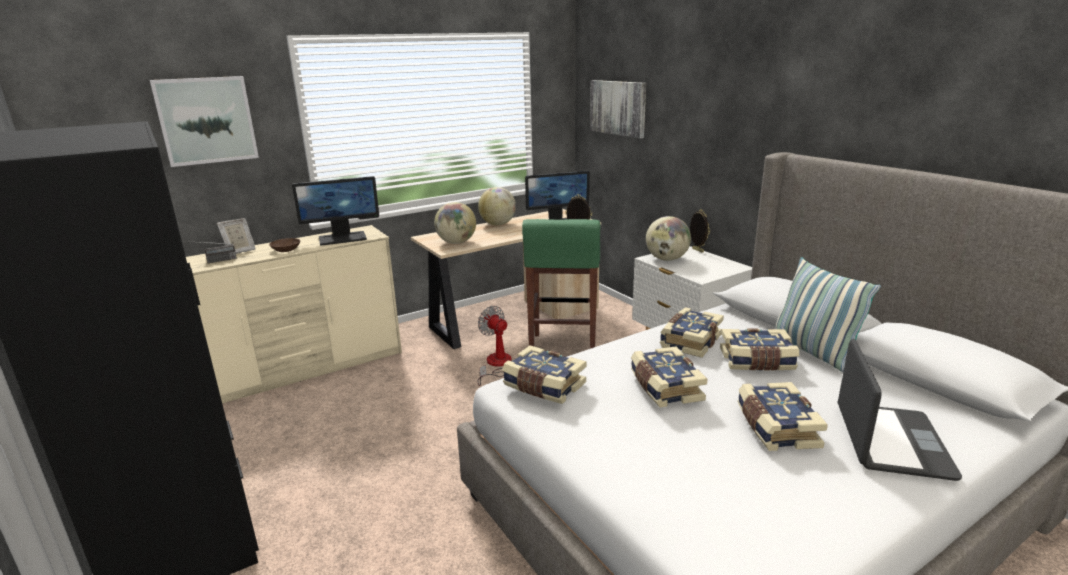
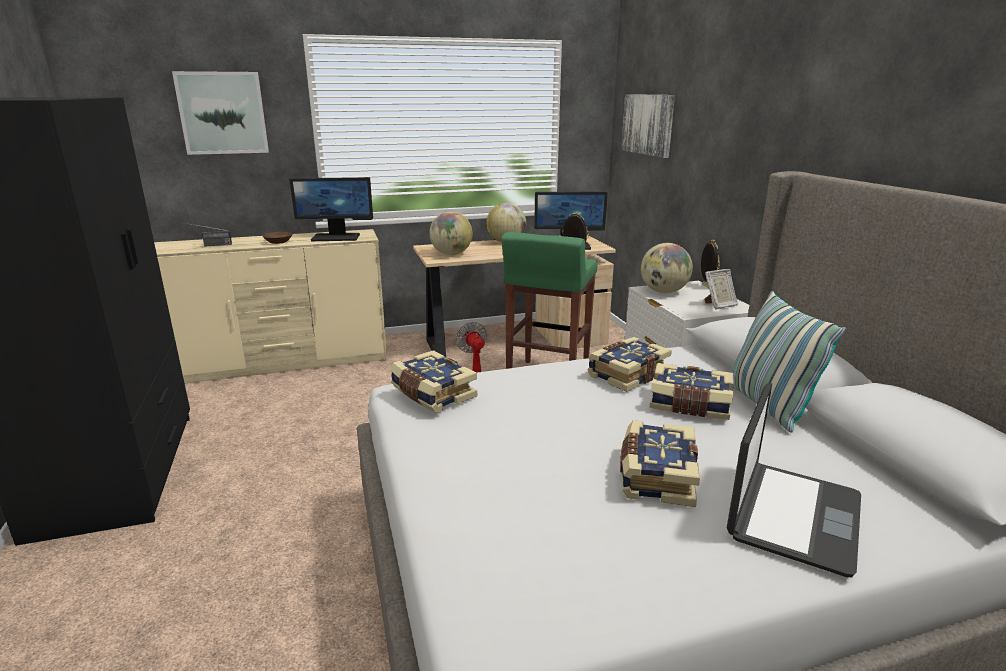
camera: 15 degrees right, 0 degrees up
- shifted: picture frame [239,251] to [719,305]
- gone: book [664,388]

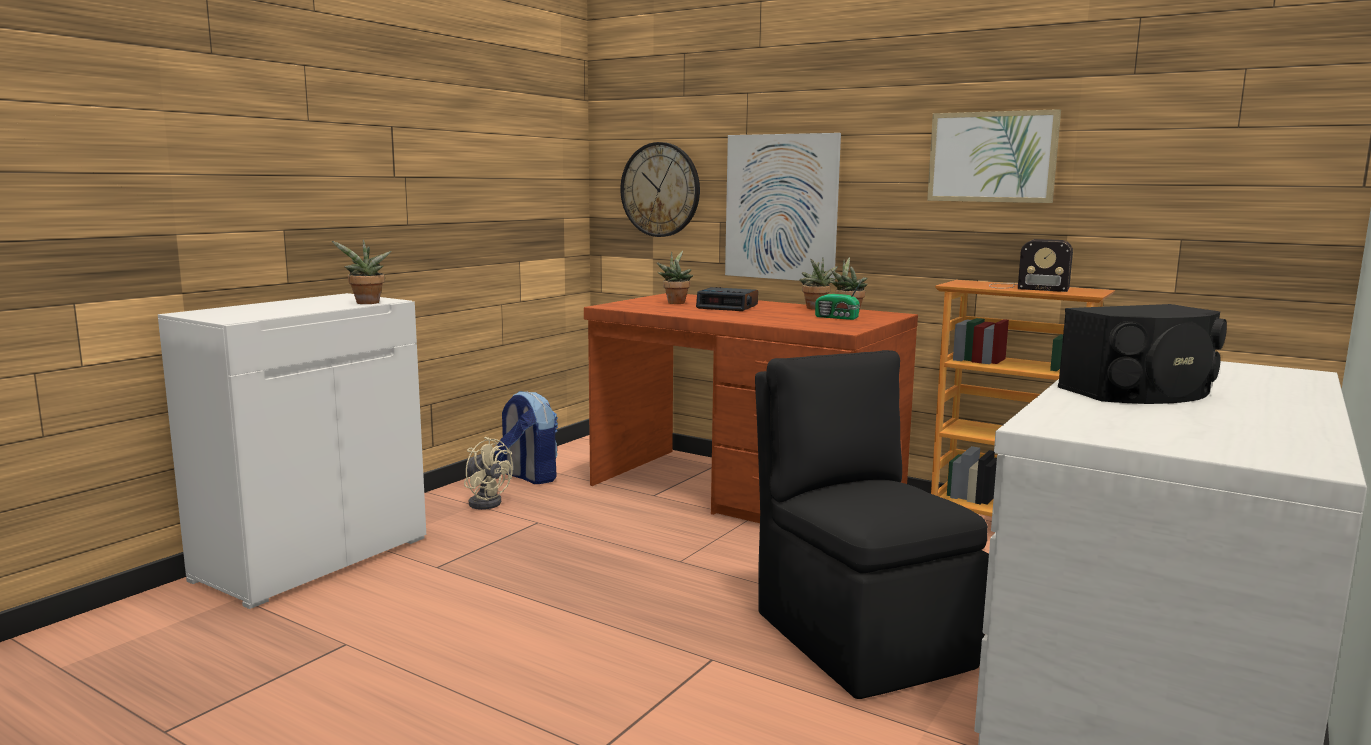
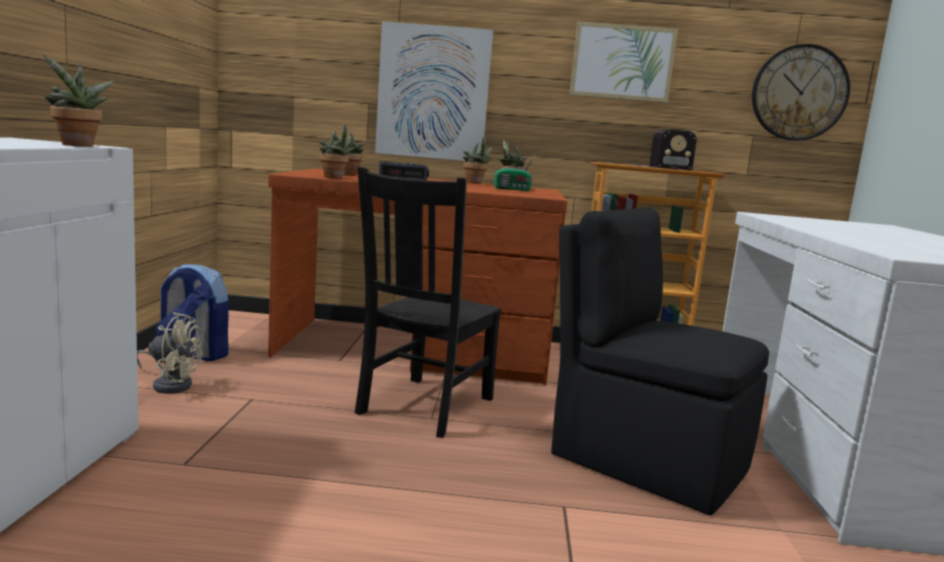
camera: 30 degrees left, 0 degrees up
- new: potted plant [335,178]
- new: black chair [423,407]
- shifted: wall clock [660,189] to [799,93]
- gone: black speaker [1142,392]

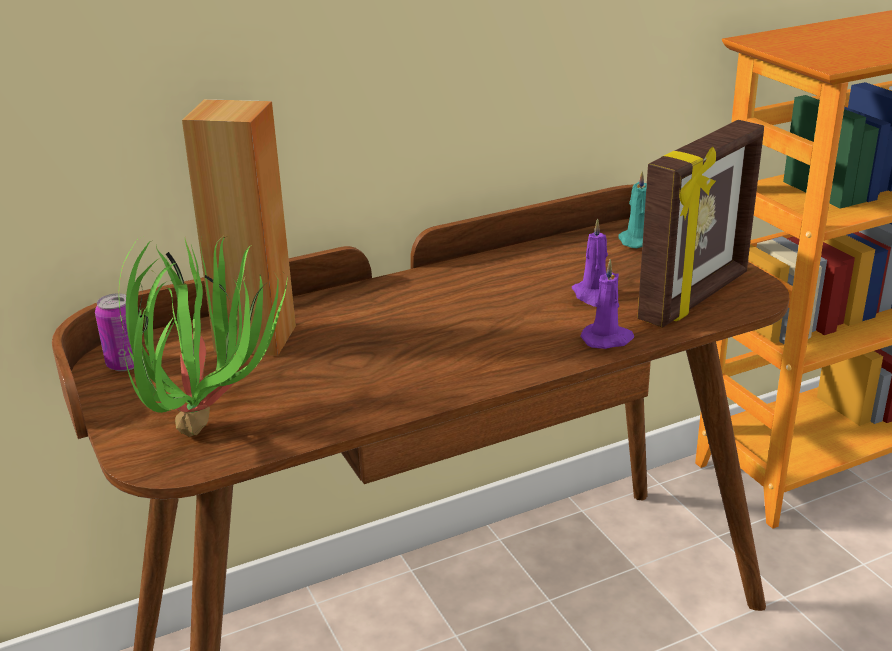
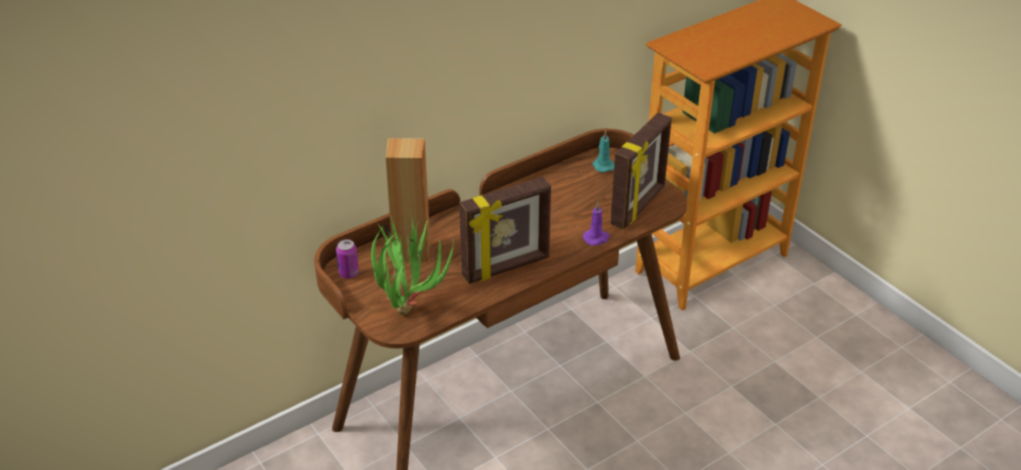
camera: 10 degrees left, 10 degrees up
- new: picture frame [506,267]
- gone: purple candle [594,295]

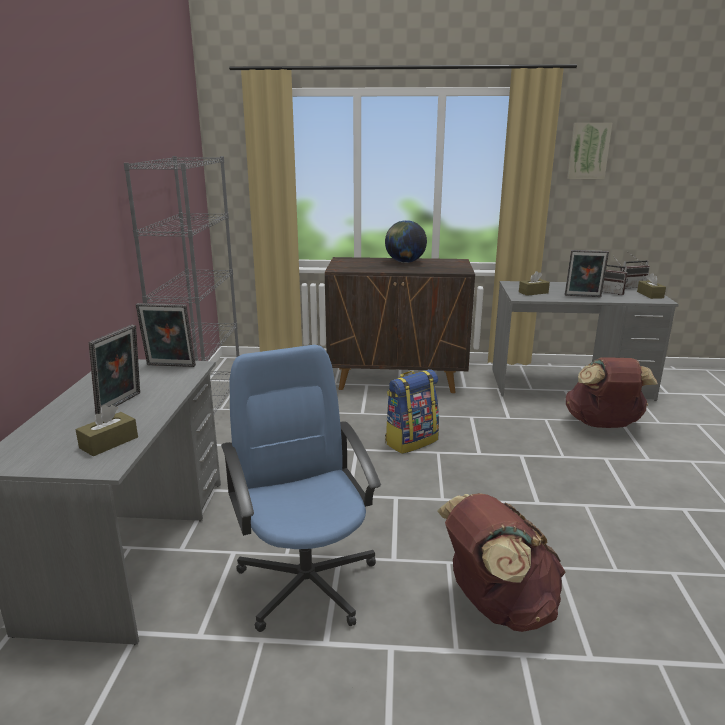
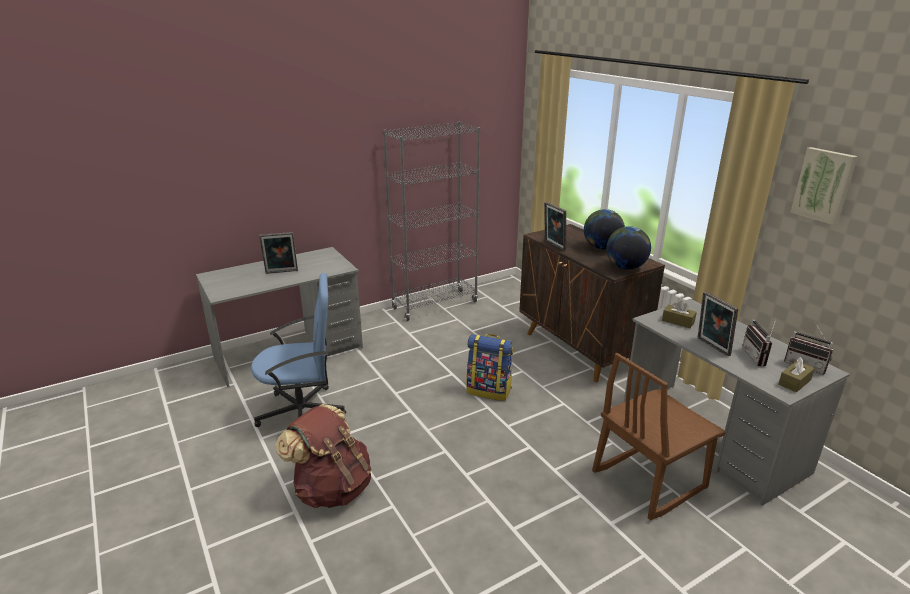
camera: 55 degrees right, 5 degrees up
- rotated: blue office chair [307,581] = [303,412] 45 degrees clockwise
- shifted: picture frame [170,366] to [553,246]
- swapped: brown backpack [603,425] to brown chair [648,479]
- new: globe [625,267]
- gone: brown tissue box [109,442]

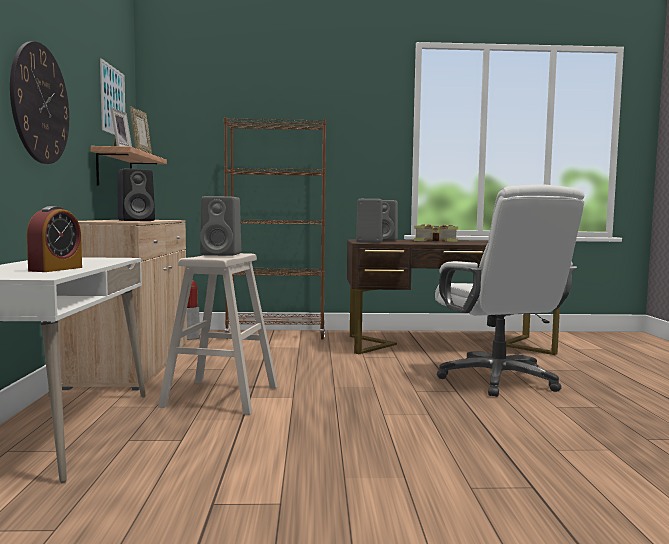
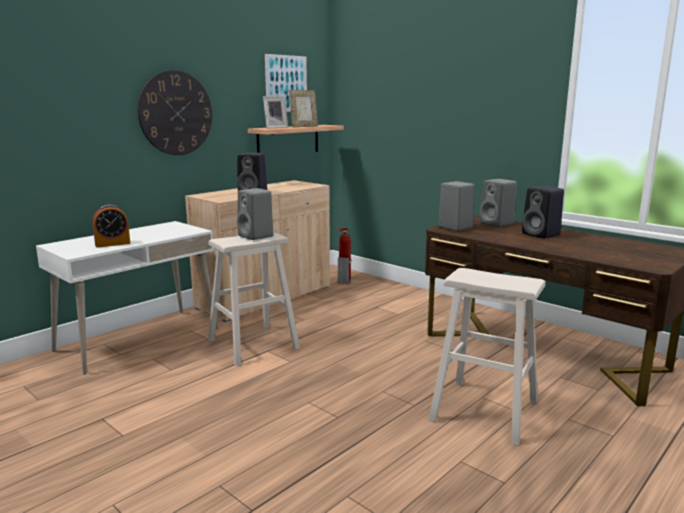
camera: 45 degrees right, 10 degrees up
- swapped: white office chair [499,380] to beige stool [484,410]
- swapped: book [436,241] to black speaker [542,234]
- gone: brown bookcase [276,335]

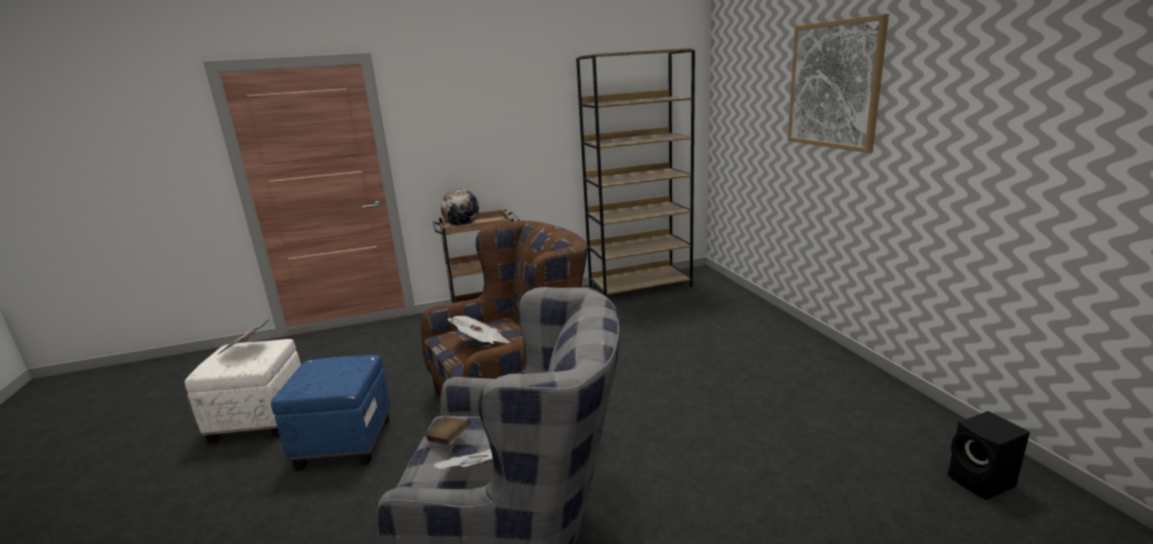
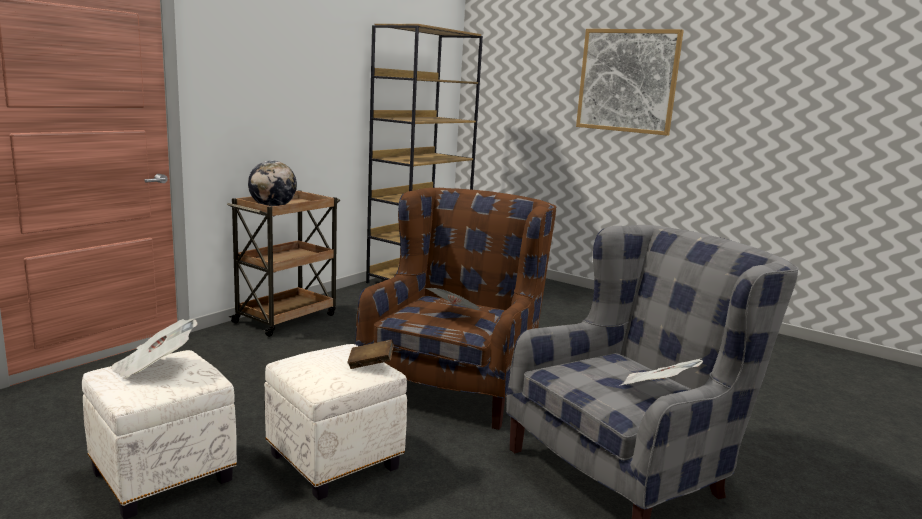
camera: 40 degrees left, 5 degrees down
- repainted: blue ottoman [345,443] to white ottoman [336,461]
- shifted: brown book [448,440] to [370,365]
- gone: black speaker [982,482]

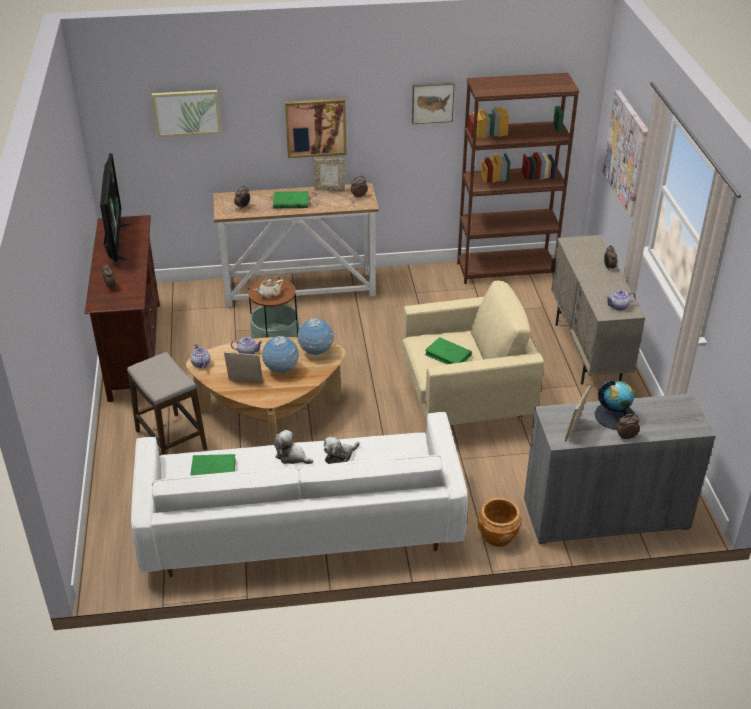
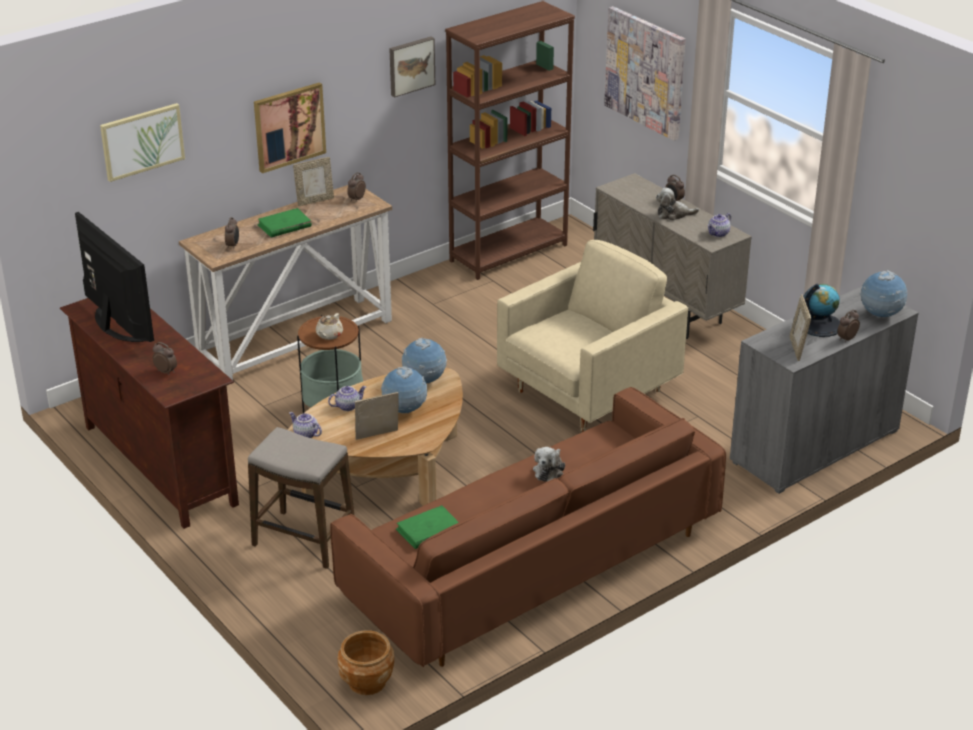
camera: 30 degrees left, 5 degrees down
- repainted: white sofa [300,524] to brown sofa [531,565]
- shifted: brown planter [497,536] to [367,682]
- shifted: plush toy [292,456] to [673,214]
- new: globe [880,316]
- gone: green book [448,355]

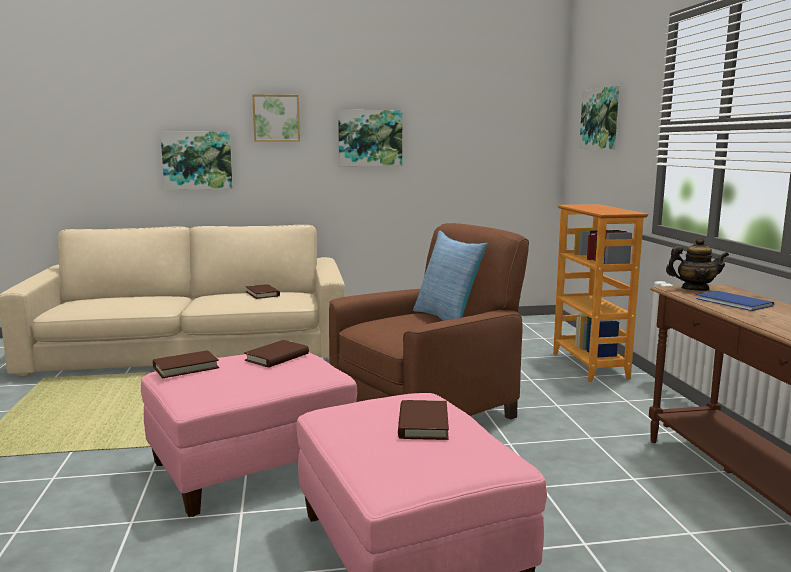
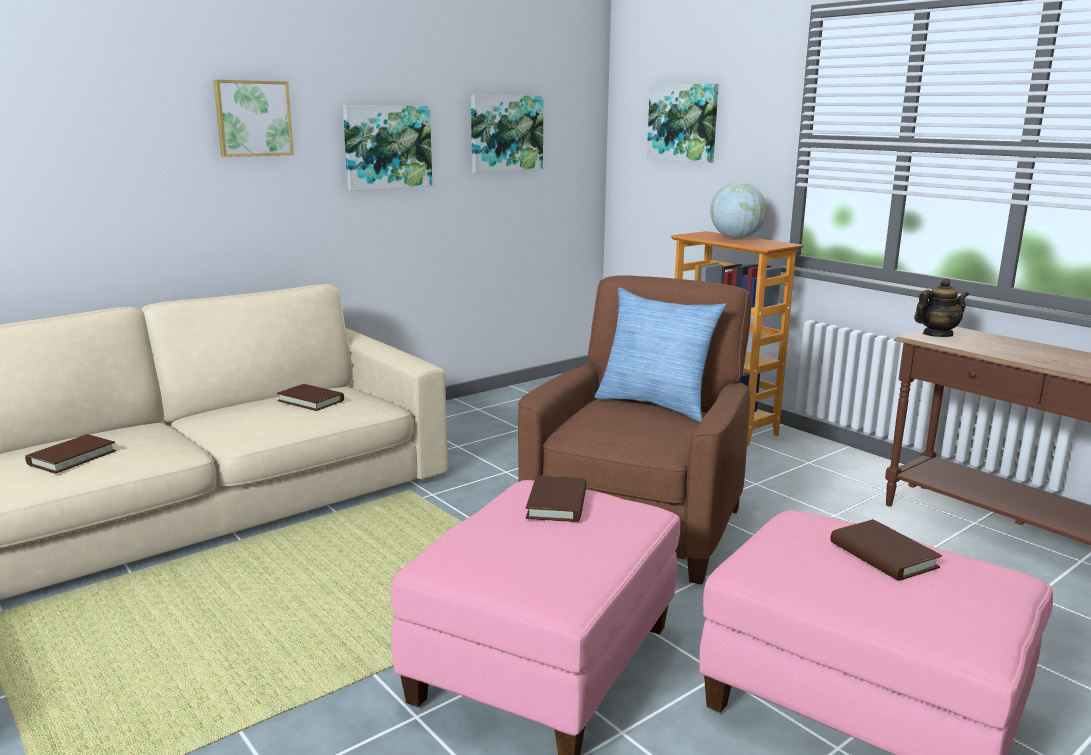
camera: 30 degrees left, 5 degrees up
- shifted: brown book [186,367] to [72,457]
- shifted: picture [197,160] to [506,133]
- new: globe [736,238]
- gone: blue book [734,302]

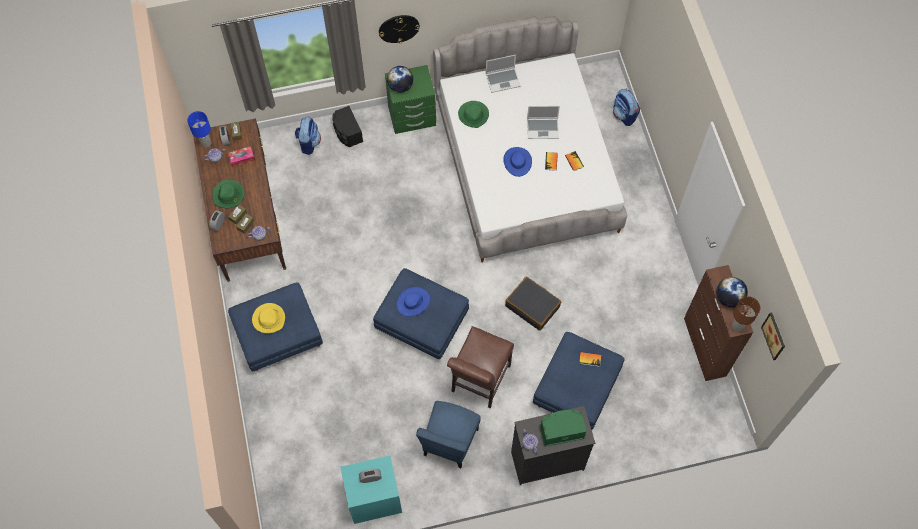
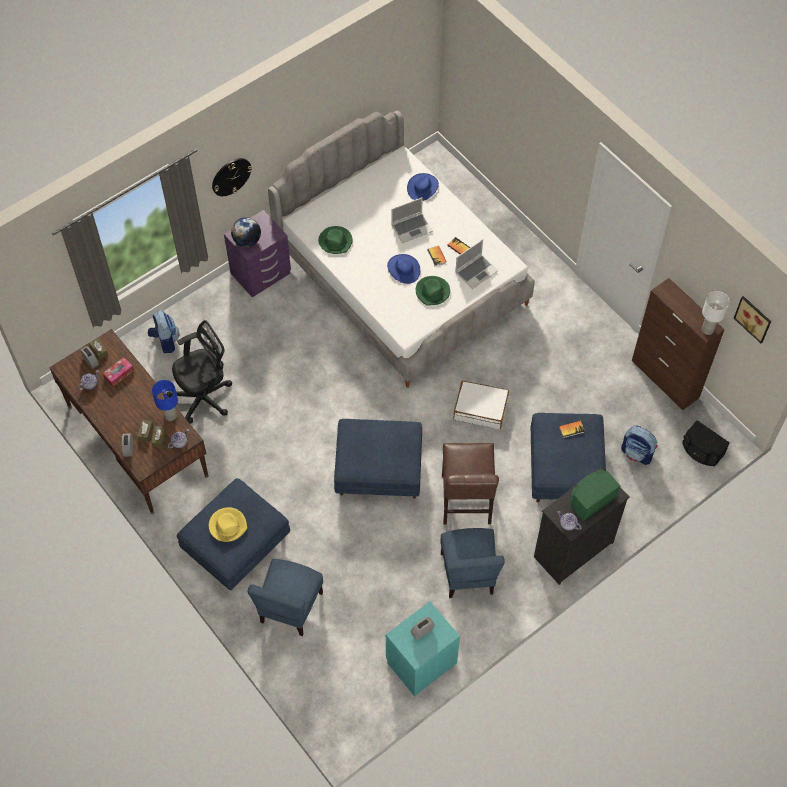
camera: 25 degrees left, 5 degrees down
- shifted: blue table lamp [206,143] to [170,416]
- new: black office chair [204,397]
- repainted: green nightstand [412,117] to purple nightstand [261,274]
- new: blue chair [290,607]
- shifted: blue hat [413,302] to [422,187]
- shifted: green hat [228,195] to [432,292]
- repainted: black suitcase [532,306] to white suitcase [480,409]
- shifted: laptop [503,80] to [476,271]
- shifted: backpack [624,115] to [637,453]
- shifted: black speaker [347,132] to [701,451]
- repainted: brown table lamp [737,326] to white table lamp [707,330]
- gone: globe [728,298]

